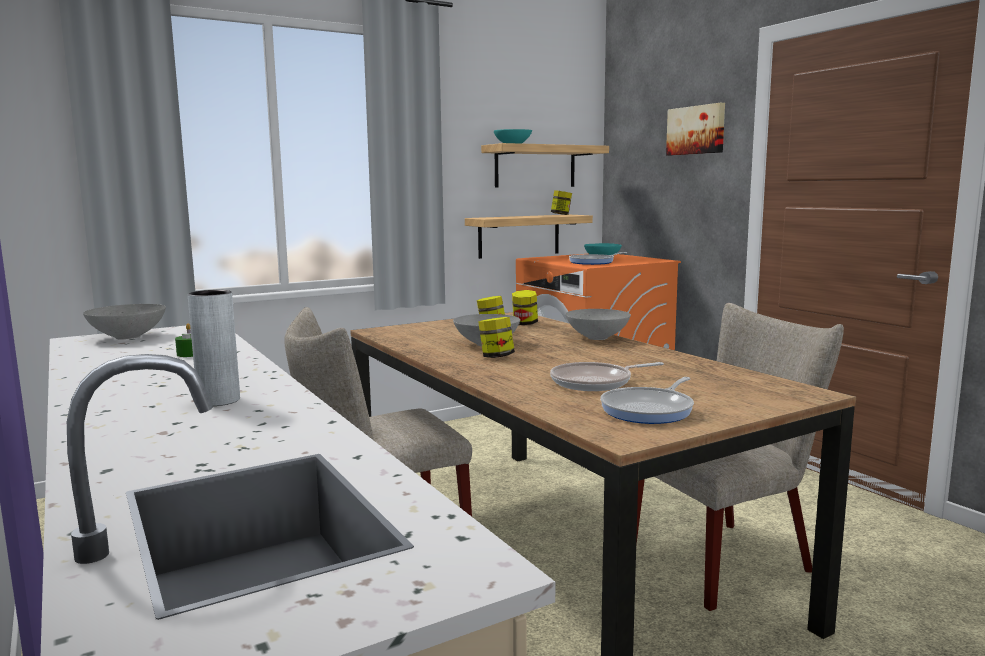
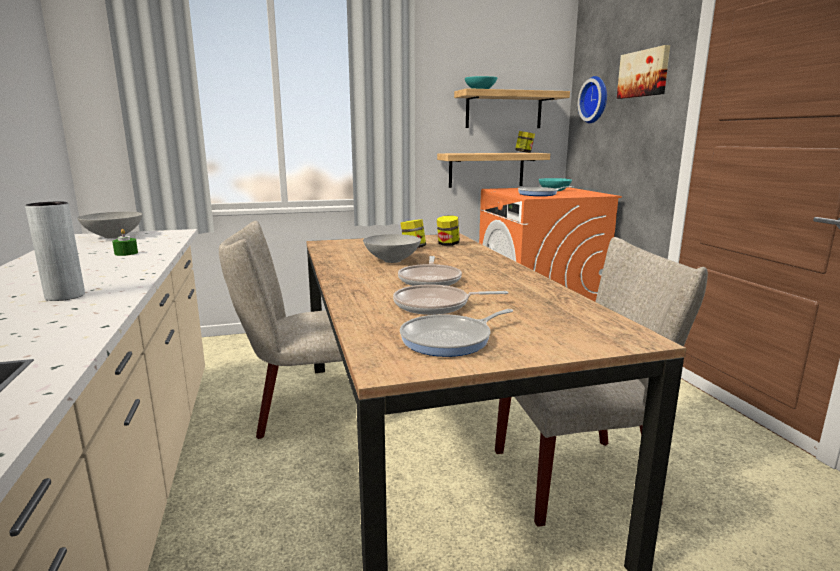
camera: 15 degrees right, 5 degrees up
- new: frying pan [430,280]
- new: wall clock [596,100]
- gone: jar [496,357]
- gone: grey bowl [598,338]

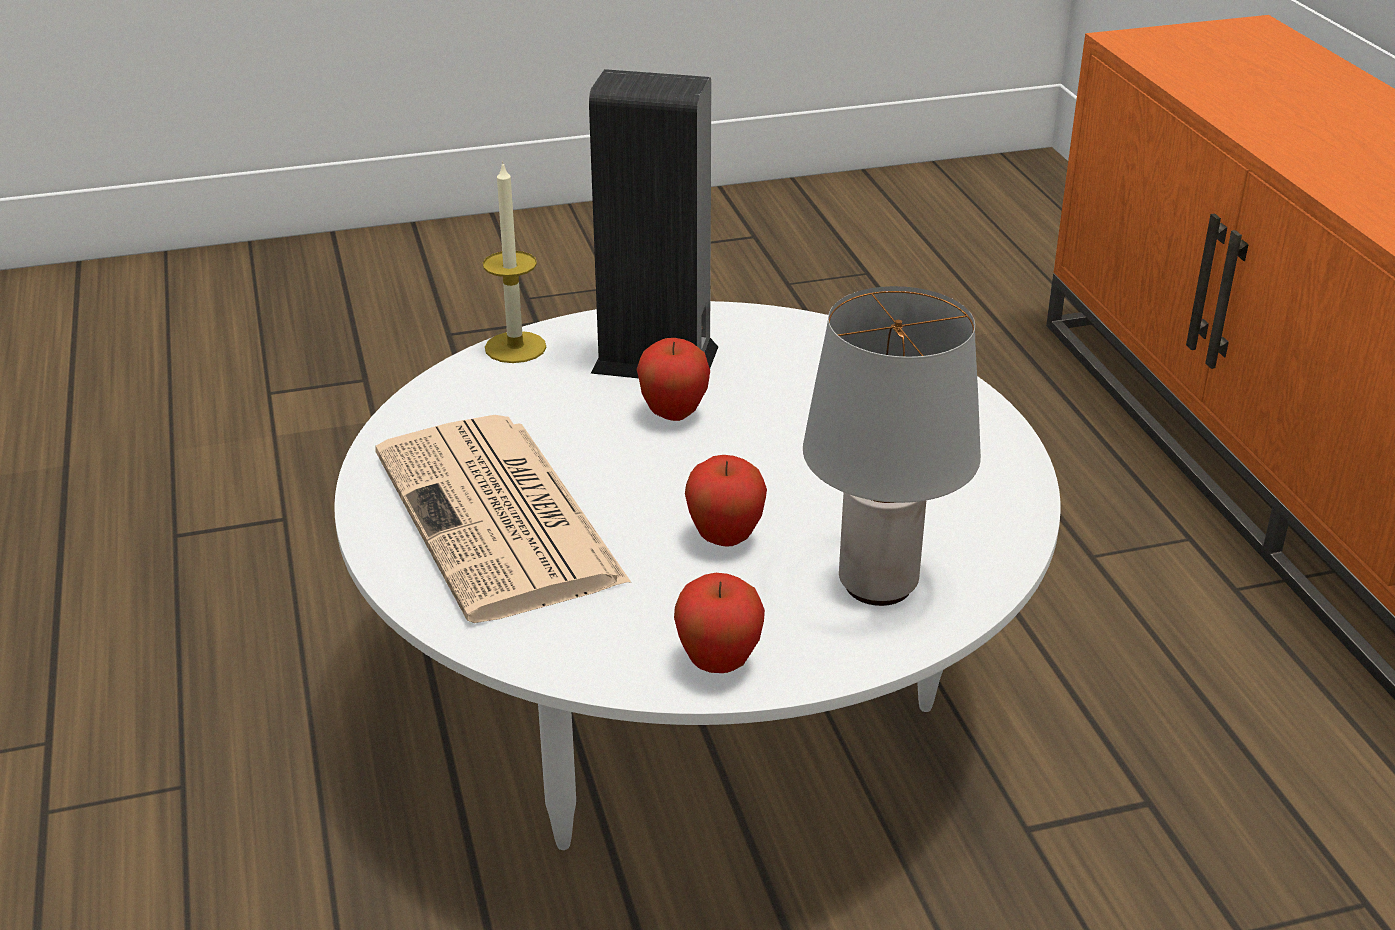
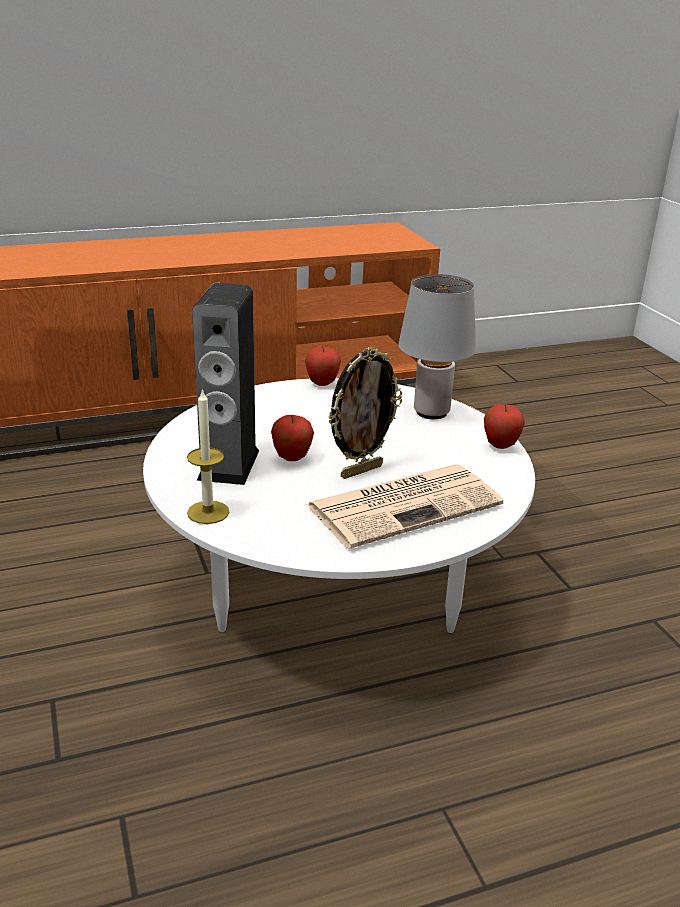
camera: 95 degrees left, 5 degrees down
- shifted: apple [725,539] to [322,384]
- new: picture frame [361,470]

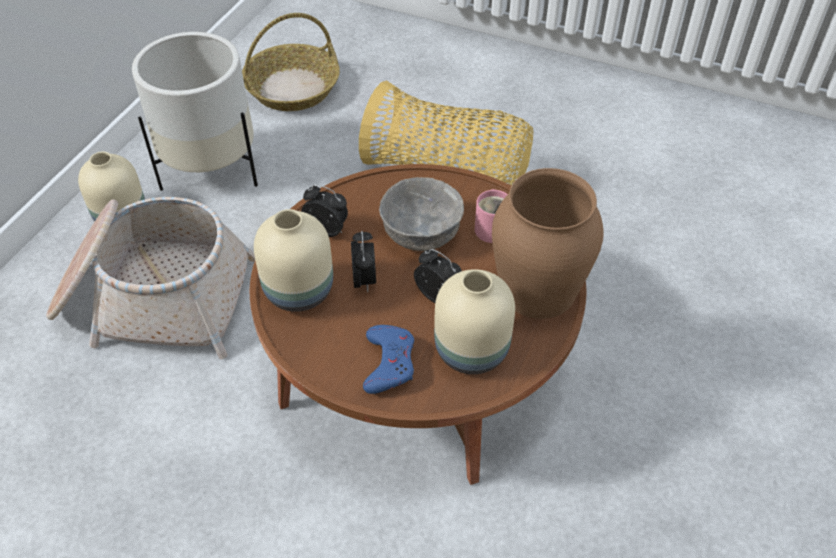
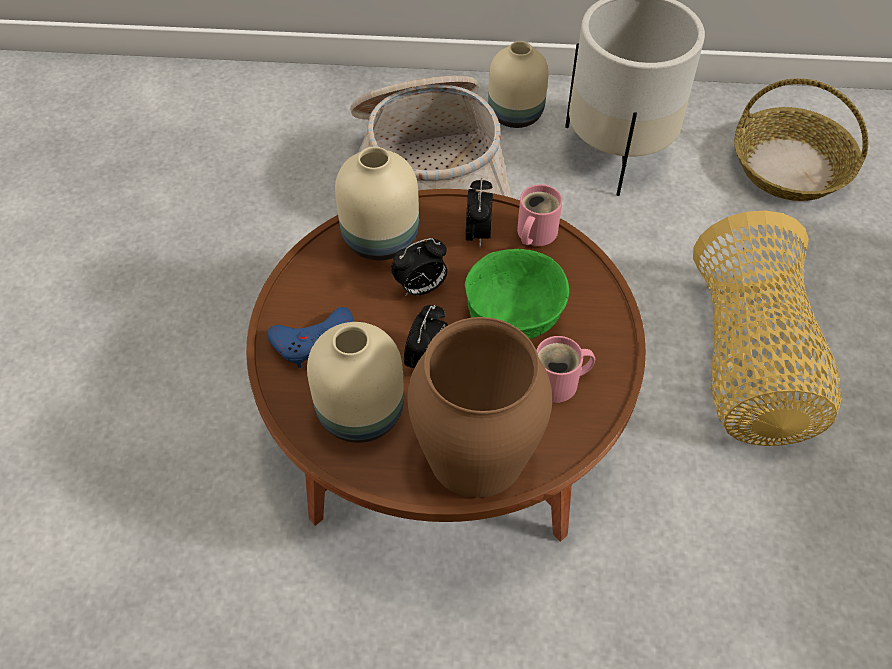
camera: 70 degrees right, 5 degrees up
- repainted: grey bowl [422,234] to green bowl [513,318]
- new: pink mug [534,233]

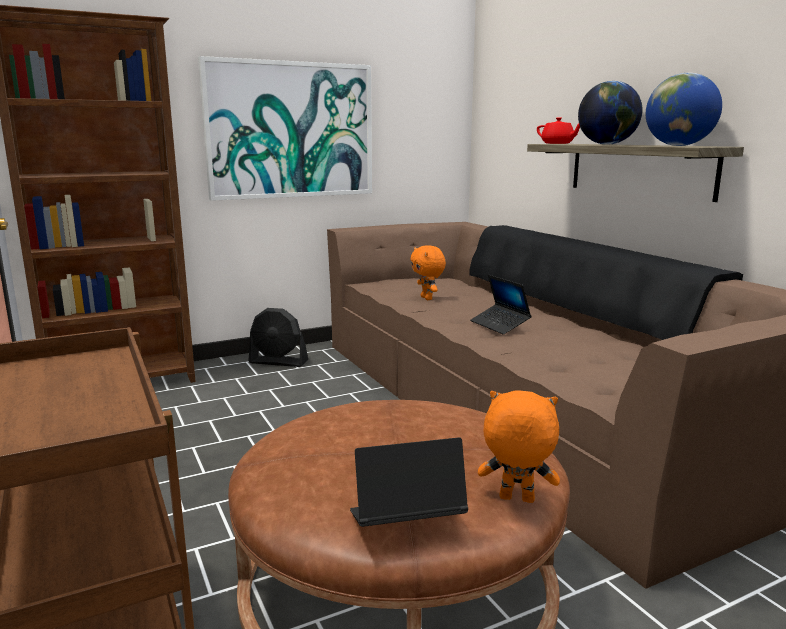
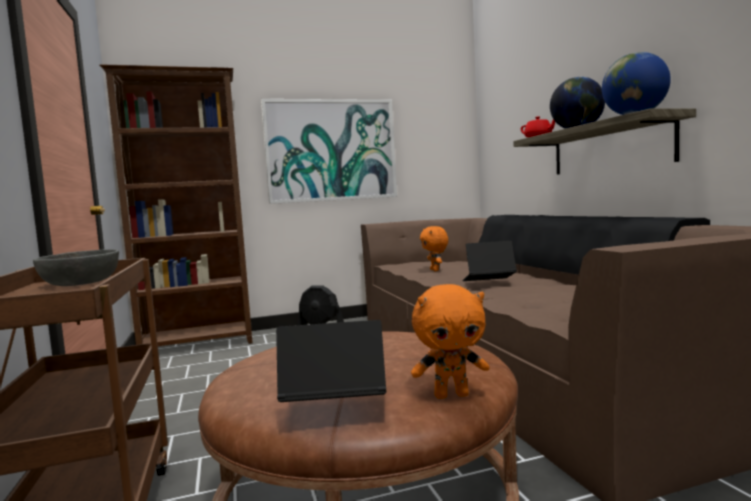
camera: 10 degrees right, 10 degrees down
- new: grey bowl [81,283]
- rotated: orange plush toy [516,500] = [451,395] 150 degrees clockwise
- rotated: laptop [499,325] = [488,281] 105 degrees clockwise

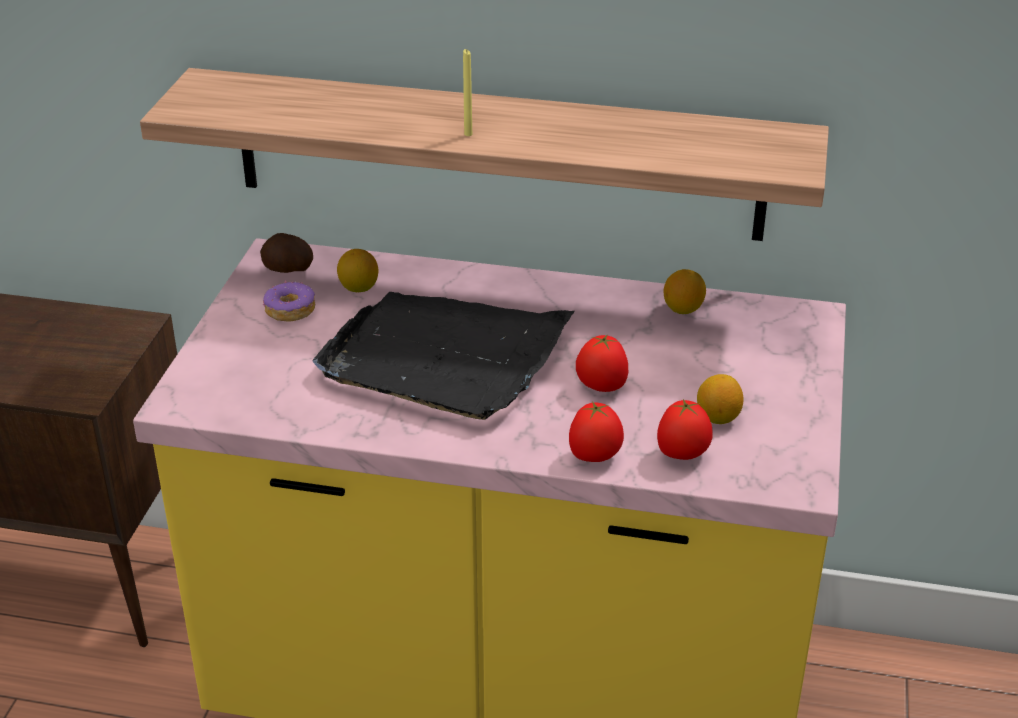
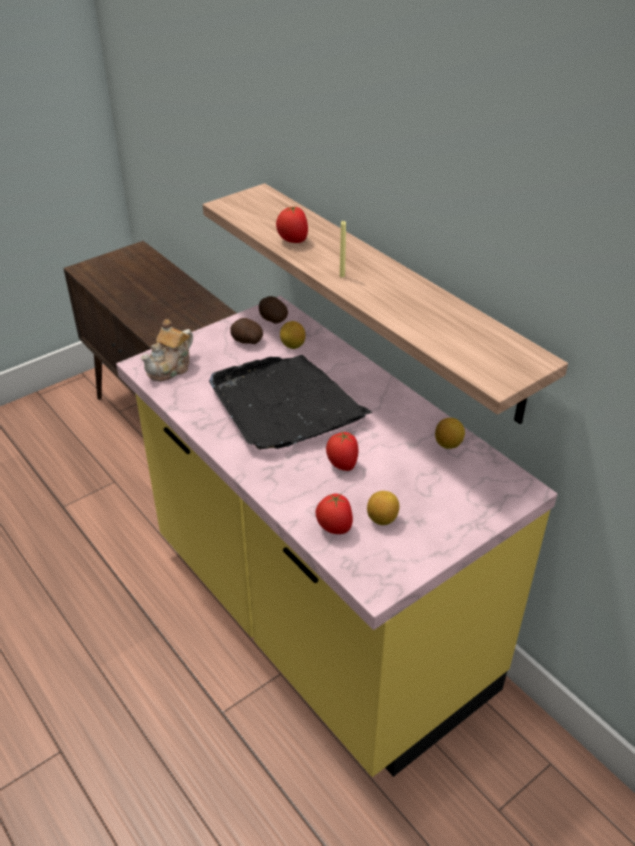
camera: 40 degrees right, 5 degrees up
- new: teapot [170,368]
- swapped: donut [289,310] to potato [246,341]
- shifted: tomato [595,457] to [292,241]

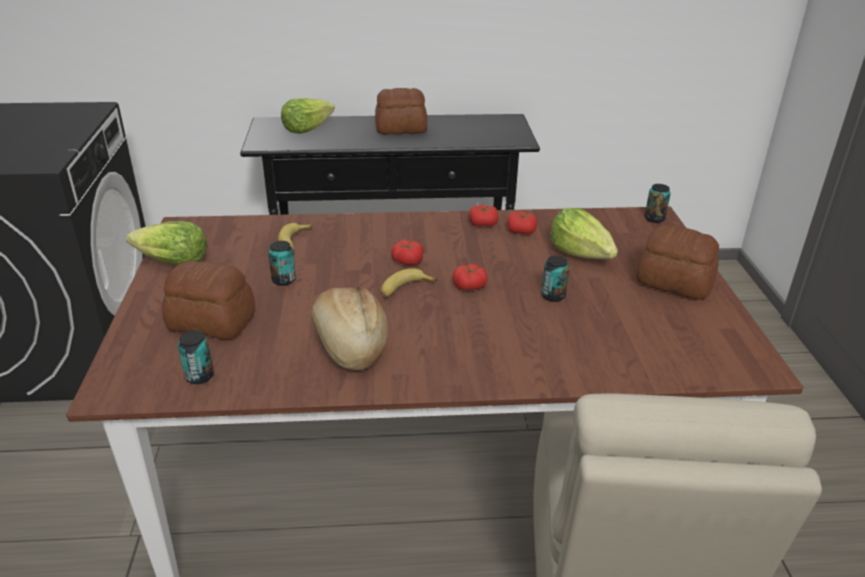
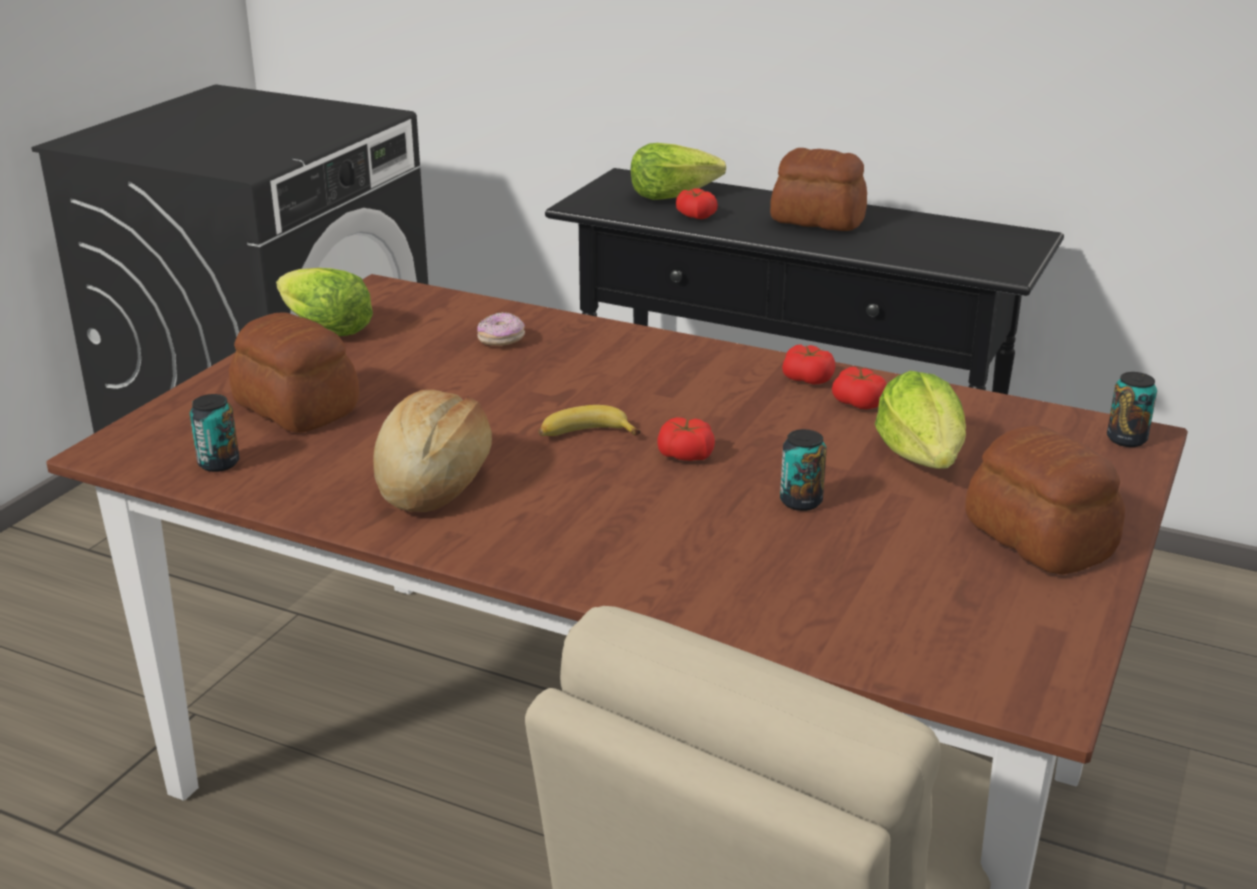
camera: 30 degrees right, 5 degrees down
- swapped: banana [294,242] to donut [501,340]
- shifted: tomato [407,261] to [696,215]
- gone: can [284,280]

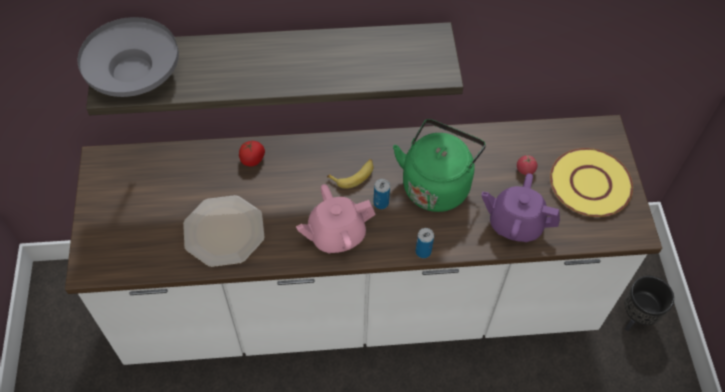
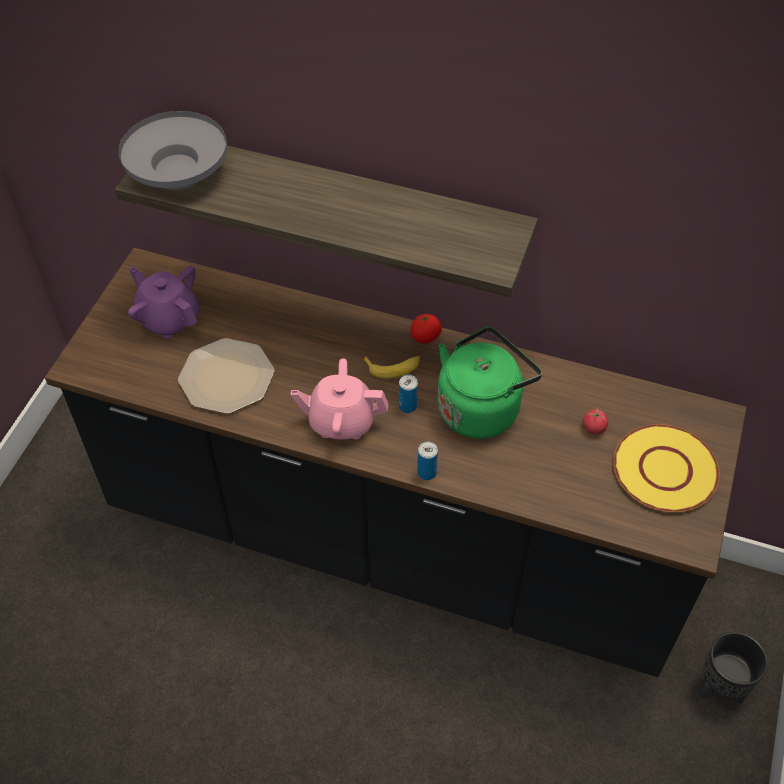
camera: 25 degrees right, 5 degrees down
- repainted: white counter [359,303] to black counter [392,541]
- shifted: purple teapot [515,223] to [169,318]
- shifted: tomato [252,159] to [425,336]

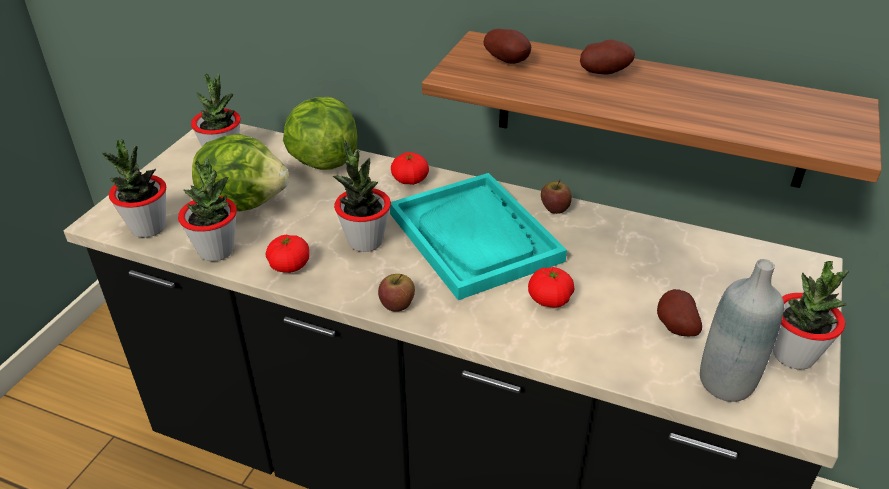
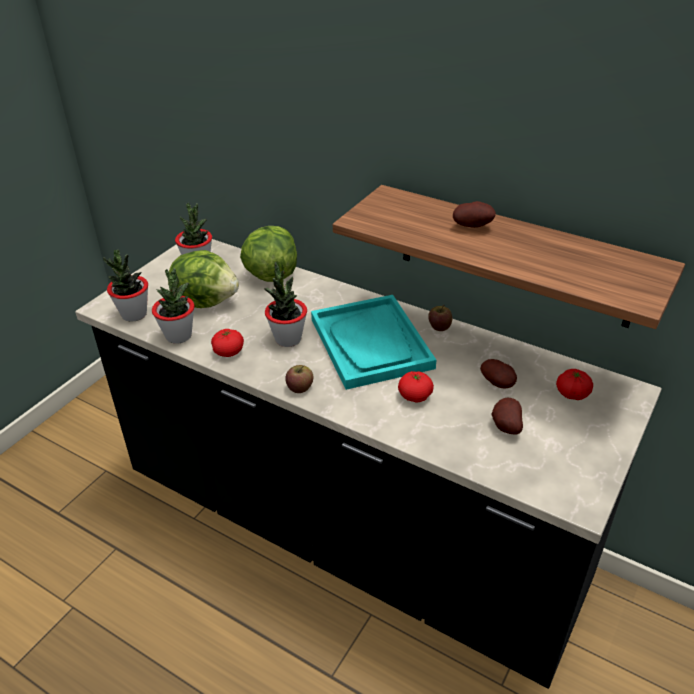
camera: 10 degrees right, 0 degrees up
- shifted: potato [508,62] to [498,384]
- shifted: tomato [410,180] to [572,393]
- gone: grey bottle [726,383]
- gone: potted plant [793,355]

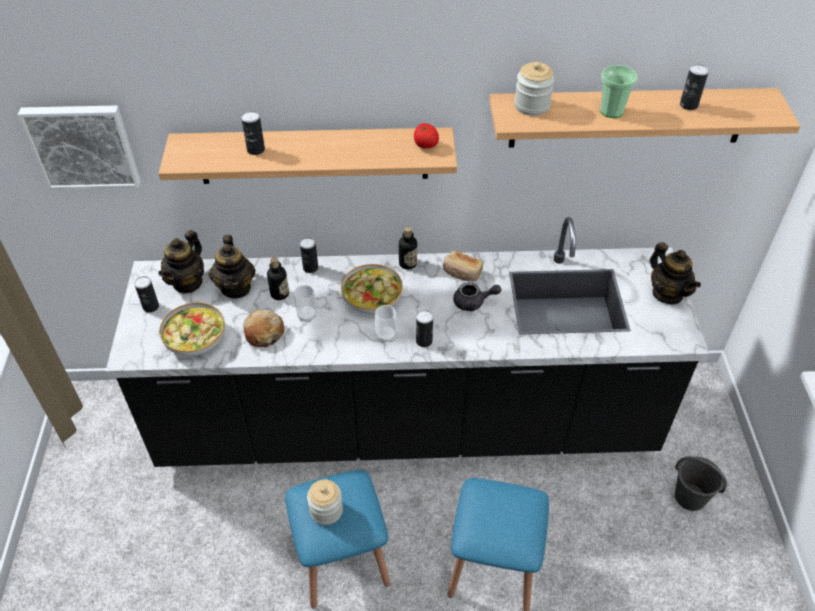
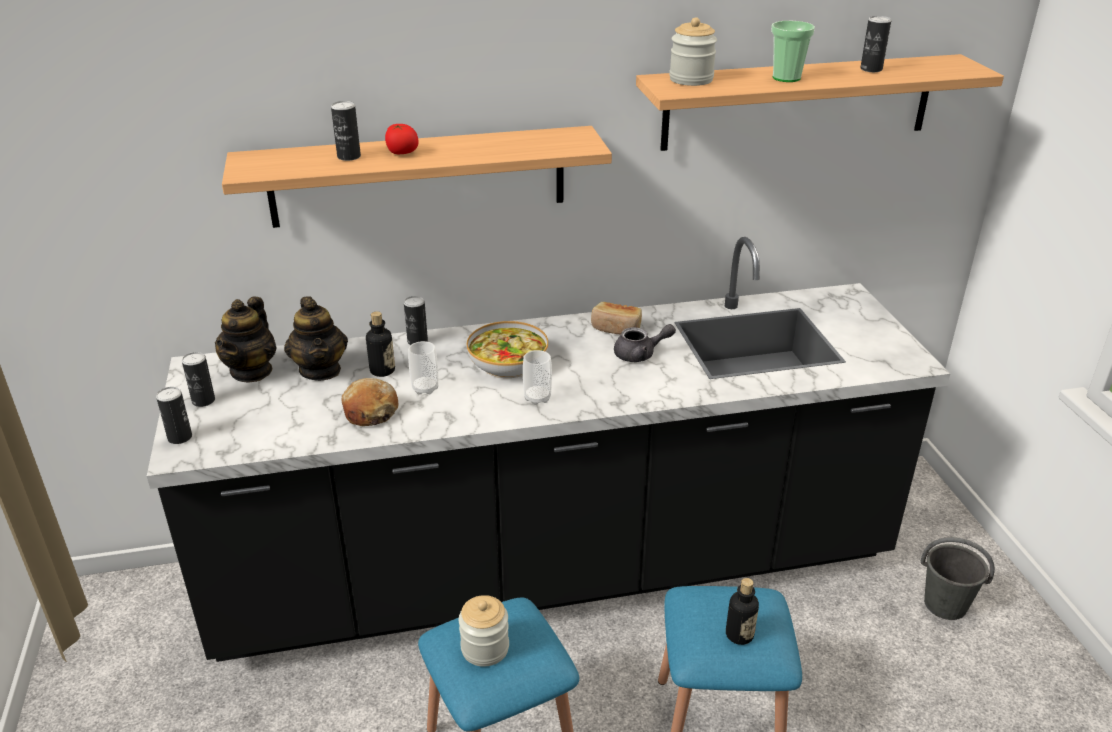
camera: 10 degrees left, 15 degrees down
- shifted: can [424,341] to [180,437]
- shifted: tomato [425,145] to [402,153]
- shifted: bottle [407,263] to [739,635]
- gone: picture [83,145]
- gone: bowl [196,339]
- gone: teapot [667,294]

